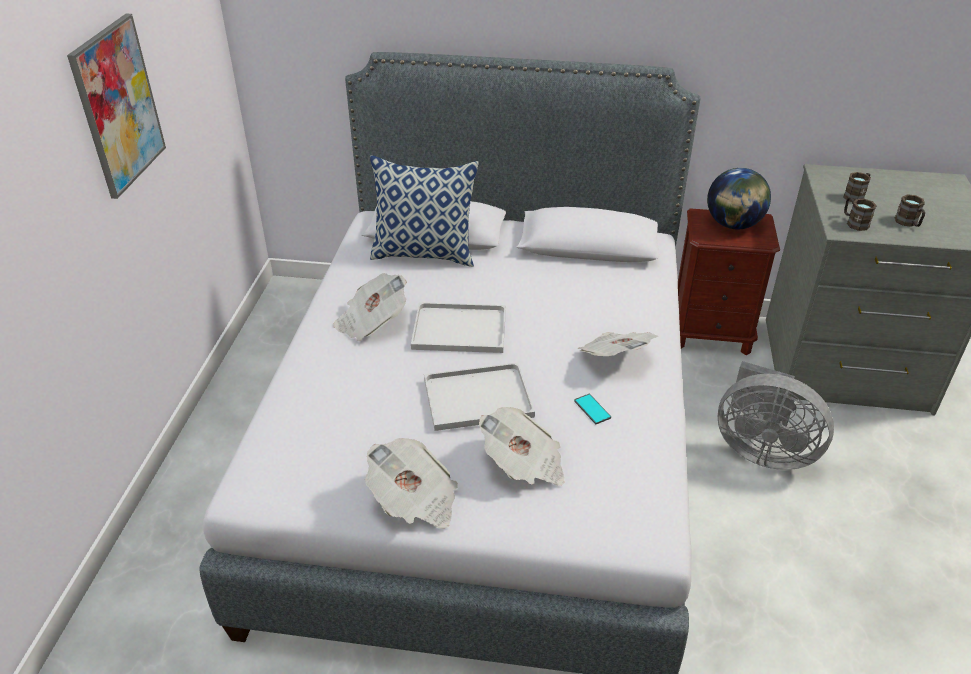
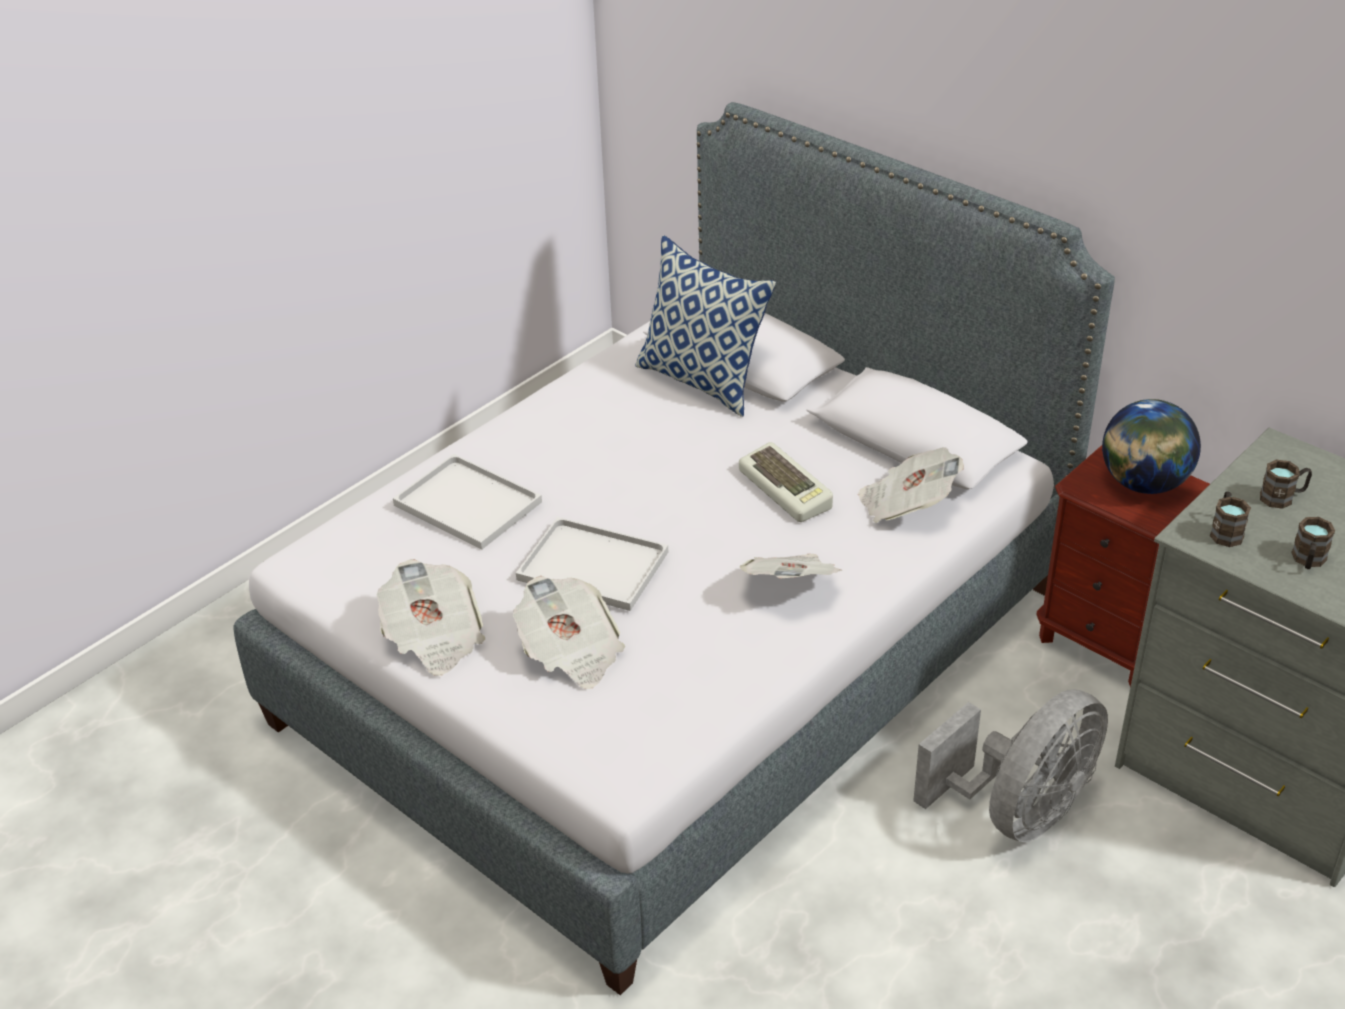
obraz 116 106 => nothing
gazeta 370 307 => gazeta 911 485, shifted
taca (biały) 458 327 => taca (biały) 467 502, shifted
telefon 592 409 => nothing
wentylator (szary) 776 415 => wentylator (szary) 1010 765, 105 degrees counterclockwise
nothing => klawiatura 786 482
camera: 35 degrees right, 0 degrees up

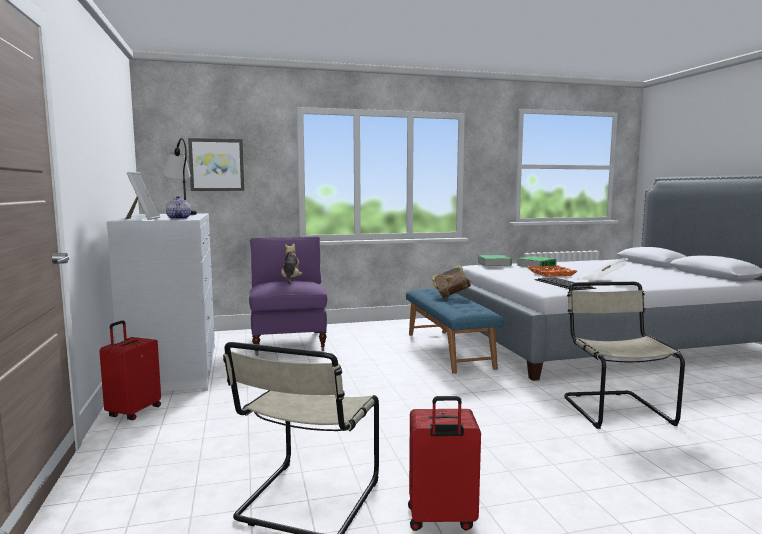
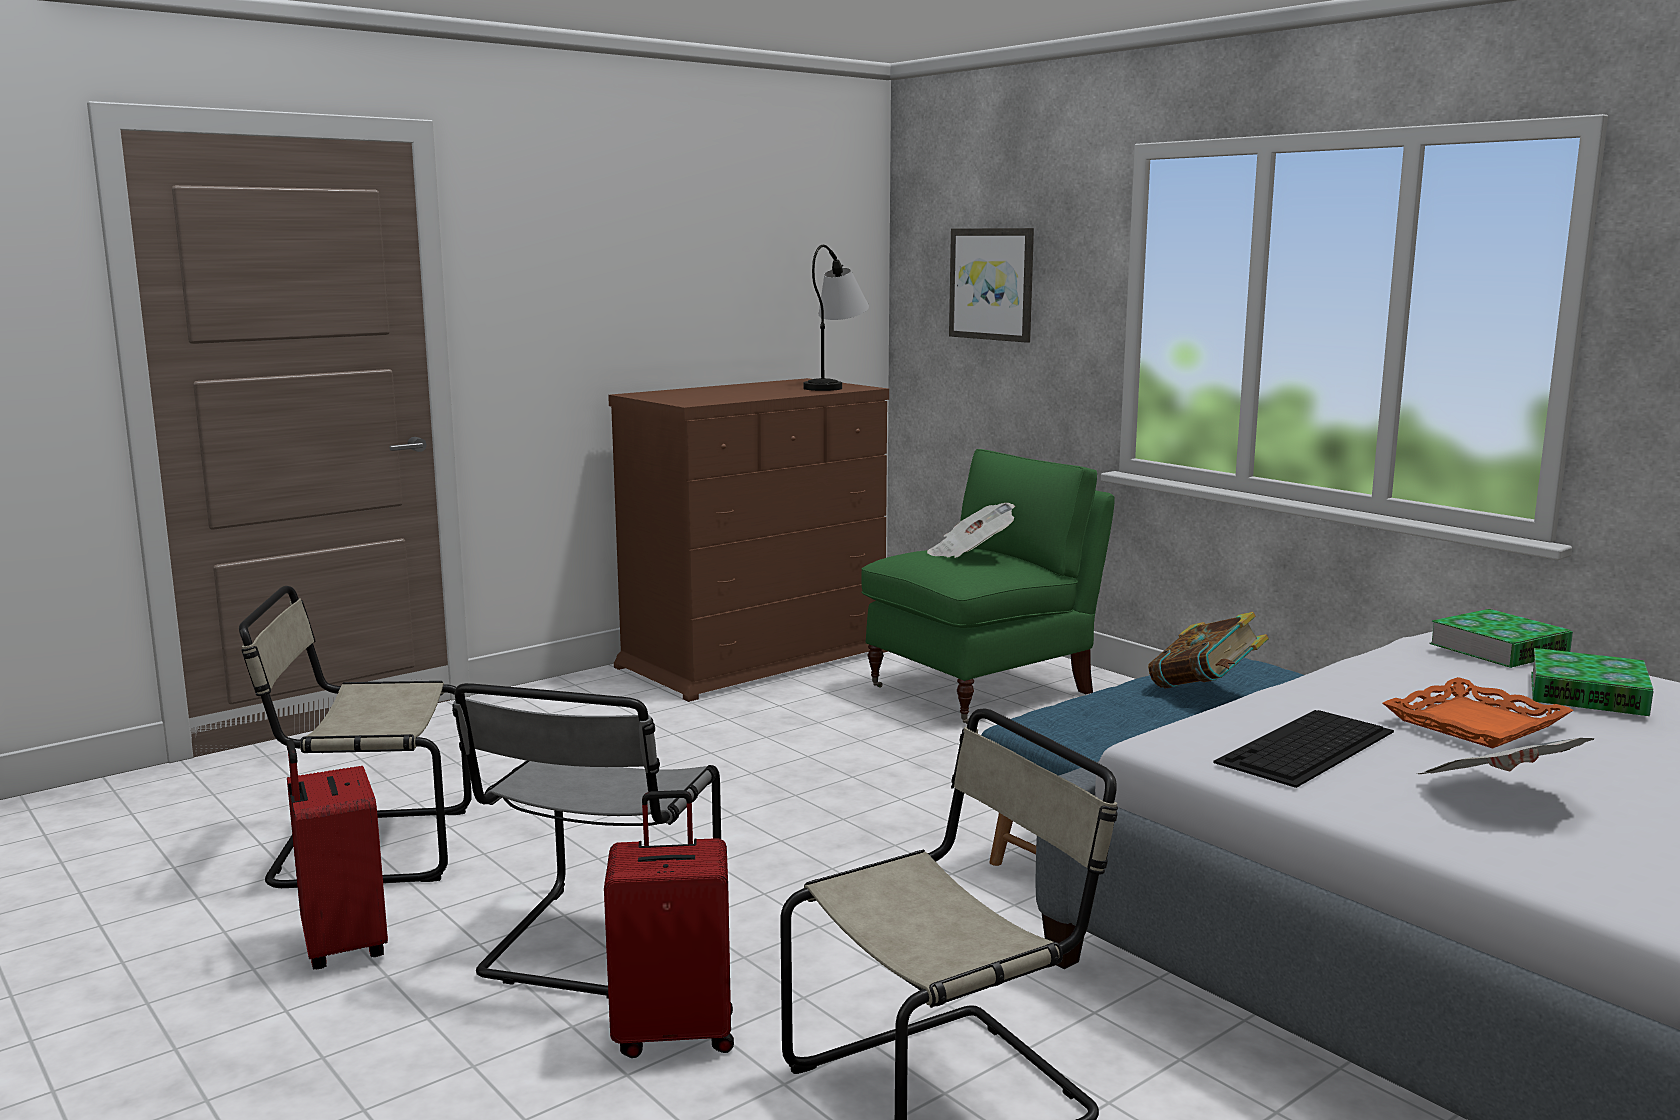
walizka (czerwony) 130 370 => walizka (czerwony) 669 924, shifted
komoda (biały) 161 302 => komoda (brązowy) 748 540
ramka na zdjęcie 142 196 => nothing
imbryk 178 207 => nothing
fotel (fioletowy) 288 296 => fotel (zielony) 988 586
pluszak 292 264 => gazeta 971 530
nothing => krzesło (szary) 586 841
camera: 65 degrees right, 5 degrees up

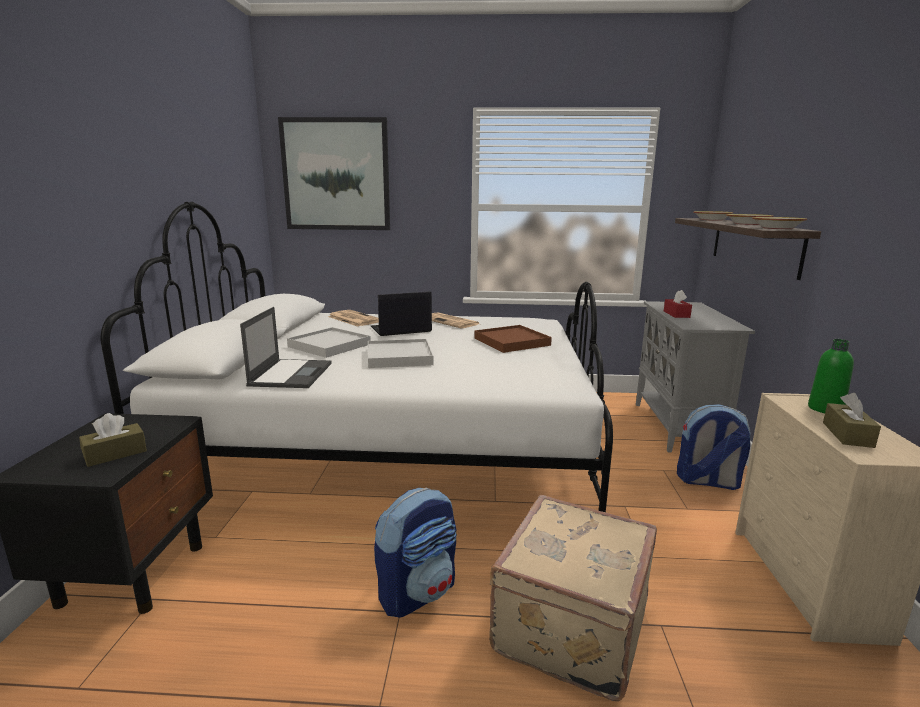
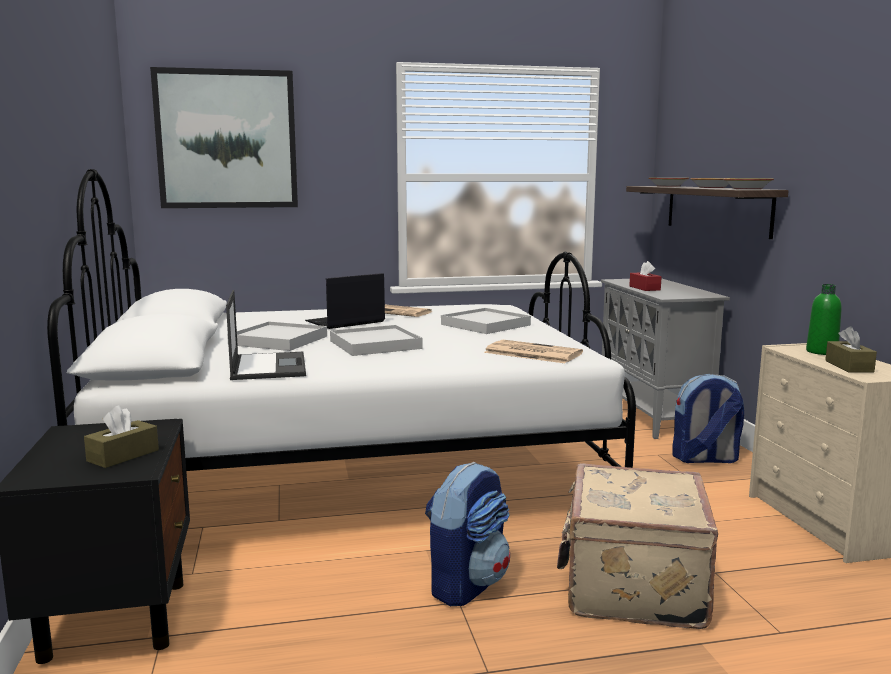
gazeta 353 318 => gazeta 533 351, shifted
taca (brązowy) 513 339 => taca (biały) 486 321
camera: 15 degrees left, 5 degrees down

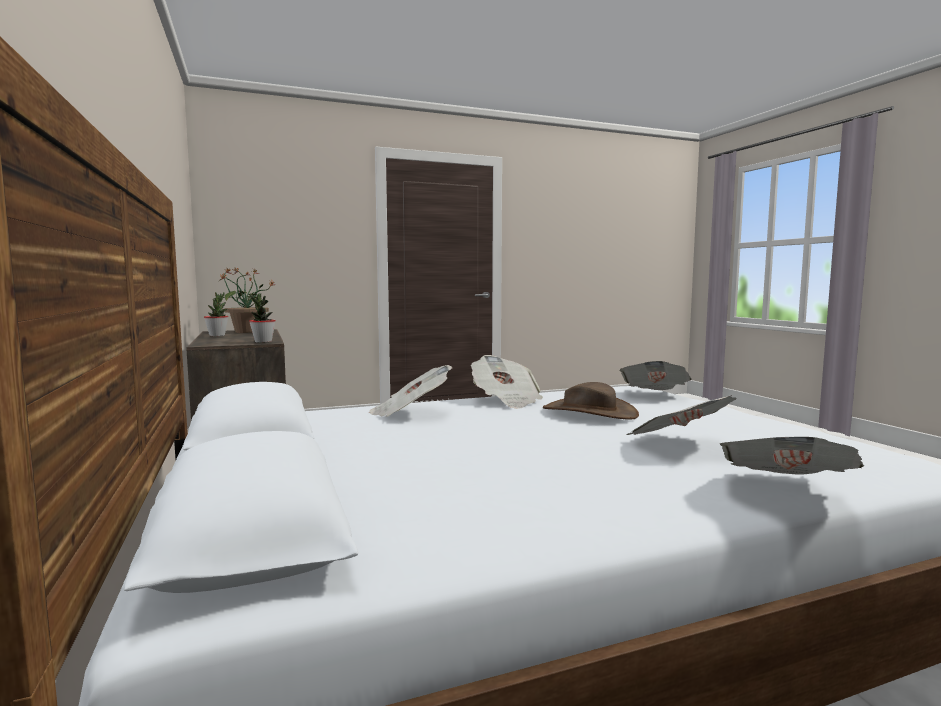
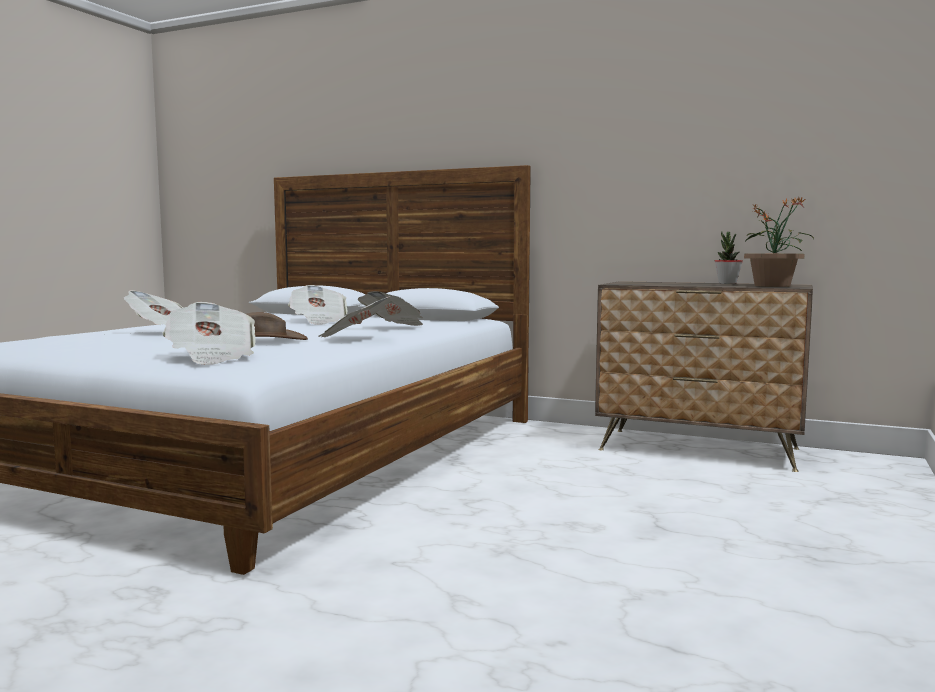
roślina doniczkowa 262 318 => nothing
gazeta 792 456 => gazeta 317 305, shifted
camera: 135 degrees right, 0 degrees up

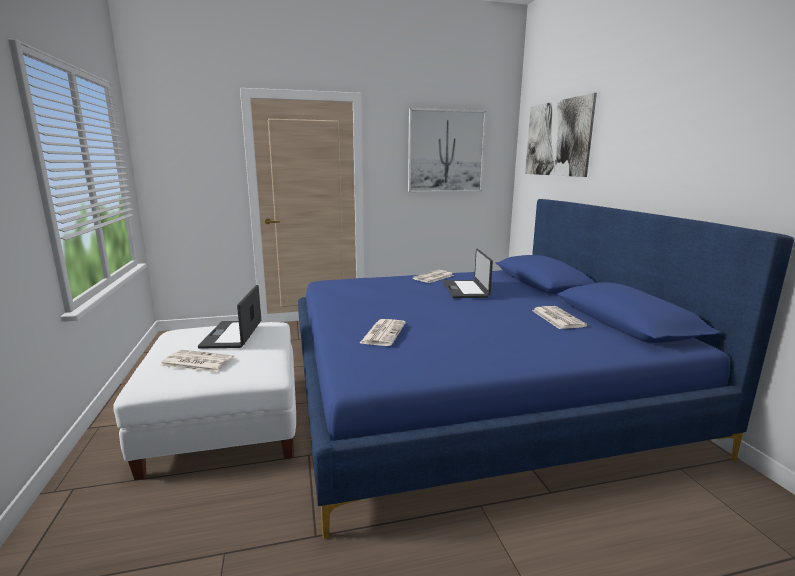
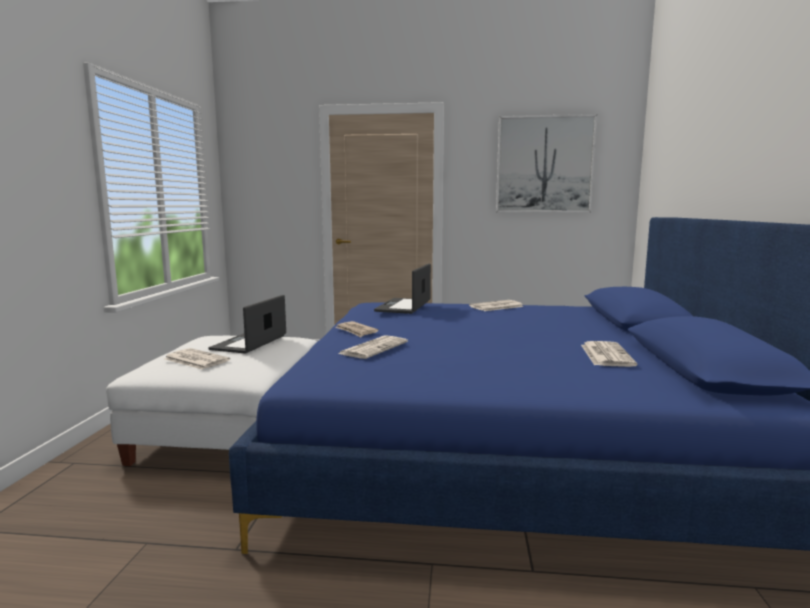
laptop 468 273 => laptop 402 289, shifted
obraz 561 135 => nothing
nothing => gazeta 357 329
camera: 20 degrees right, 5 degrees down

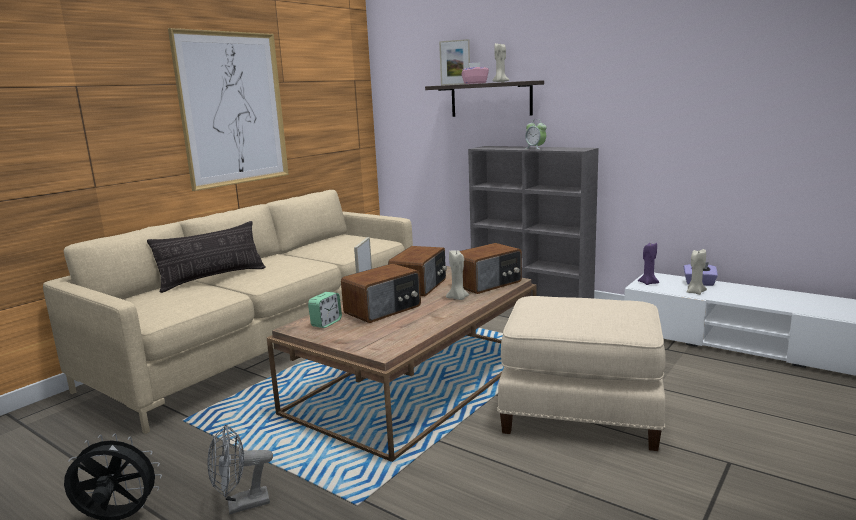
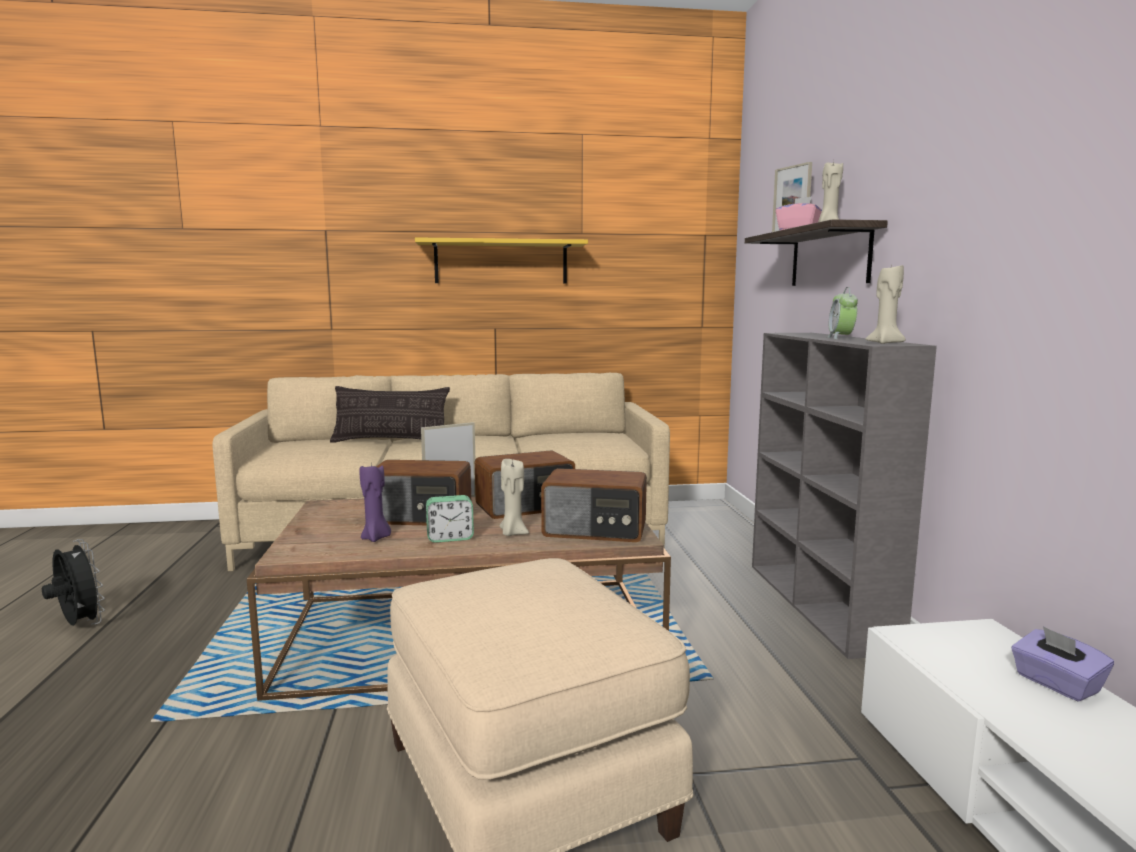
obraz 228 109 => półka (żółty) 501 260
wentylator (szary) 240 469 => nothing
budzik 325 310 => budzik 450 519, shifted
świeca (fioletowy) 648 263 => świeca (fioletowy) 375 502, shifted
świeca (beżowy) 696 272 => świeca (beżowy) 886 304, shifted
camera: 45 degrees right, 5 degrees down

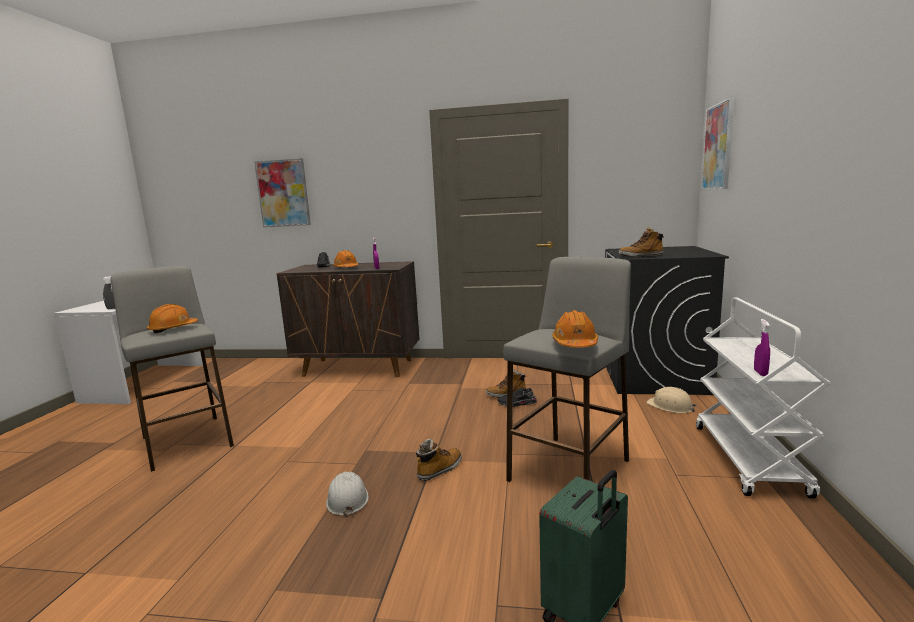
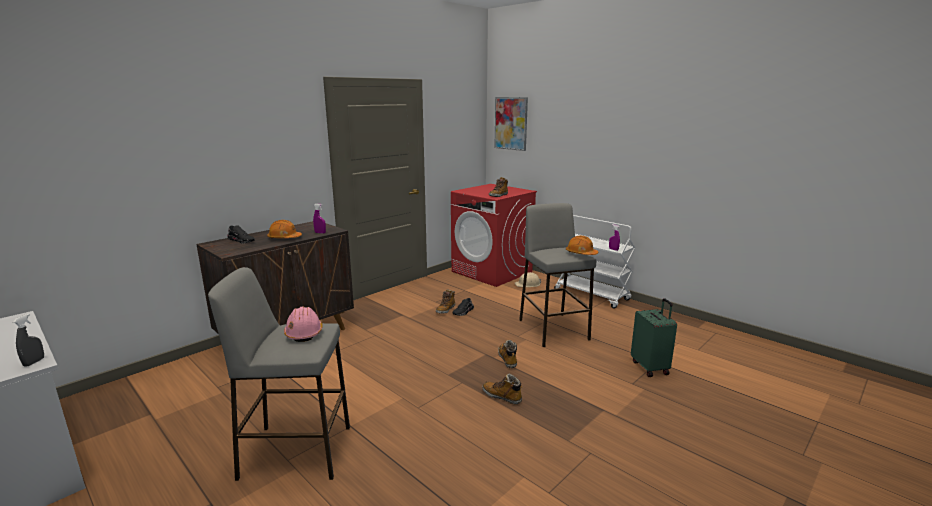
kask (pomarańczowy) 172 319 => kask (różowy) 303 324
obraz 282 192 => nothing
kask (biały) 347 494 => but z cholewką 502 389
pralka (czarny) 667 320 => pralka (czerwony) 494 235
camera: 55 degrees left, 5 degrees up

